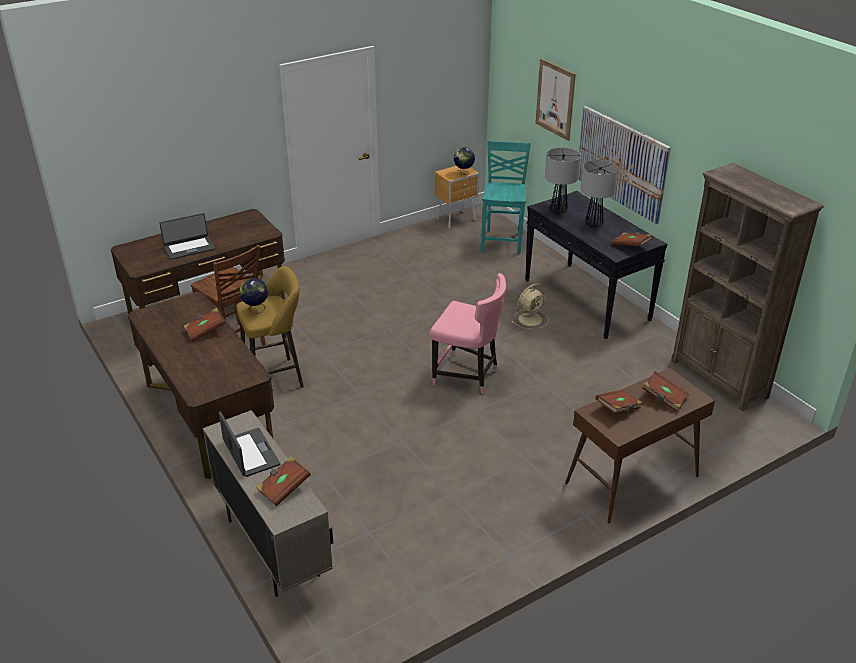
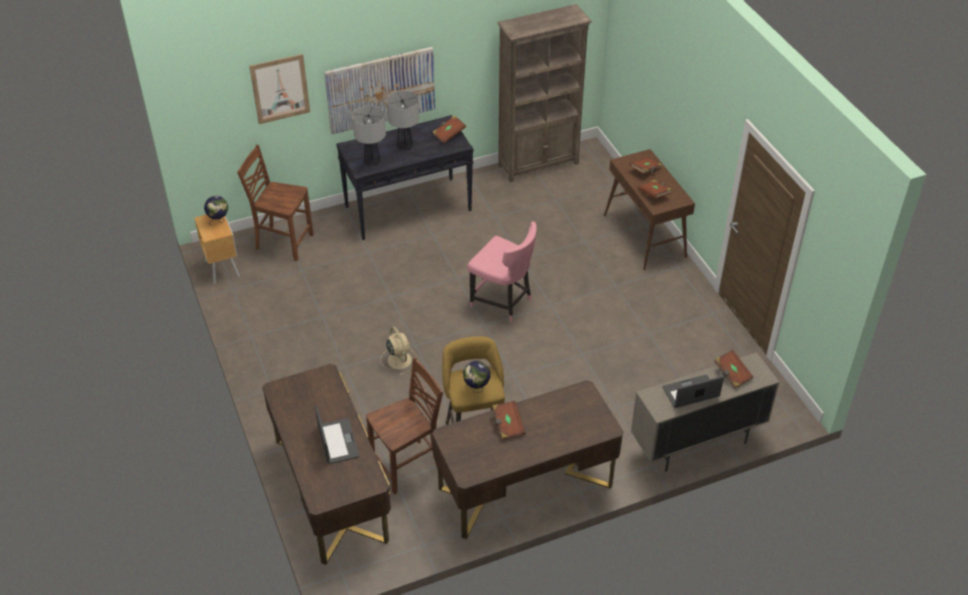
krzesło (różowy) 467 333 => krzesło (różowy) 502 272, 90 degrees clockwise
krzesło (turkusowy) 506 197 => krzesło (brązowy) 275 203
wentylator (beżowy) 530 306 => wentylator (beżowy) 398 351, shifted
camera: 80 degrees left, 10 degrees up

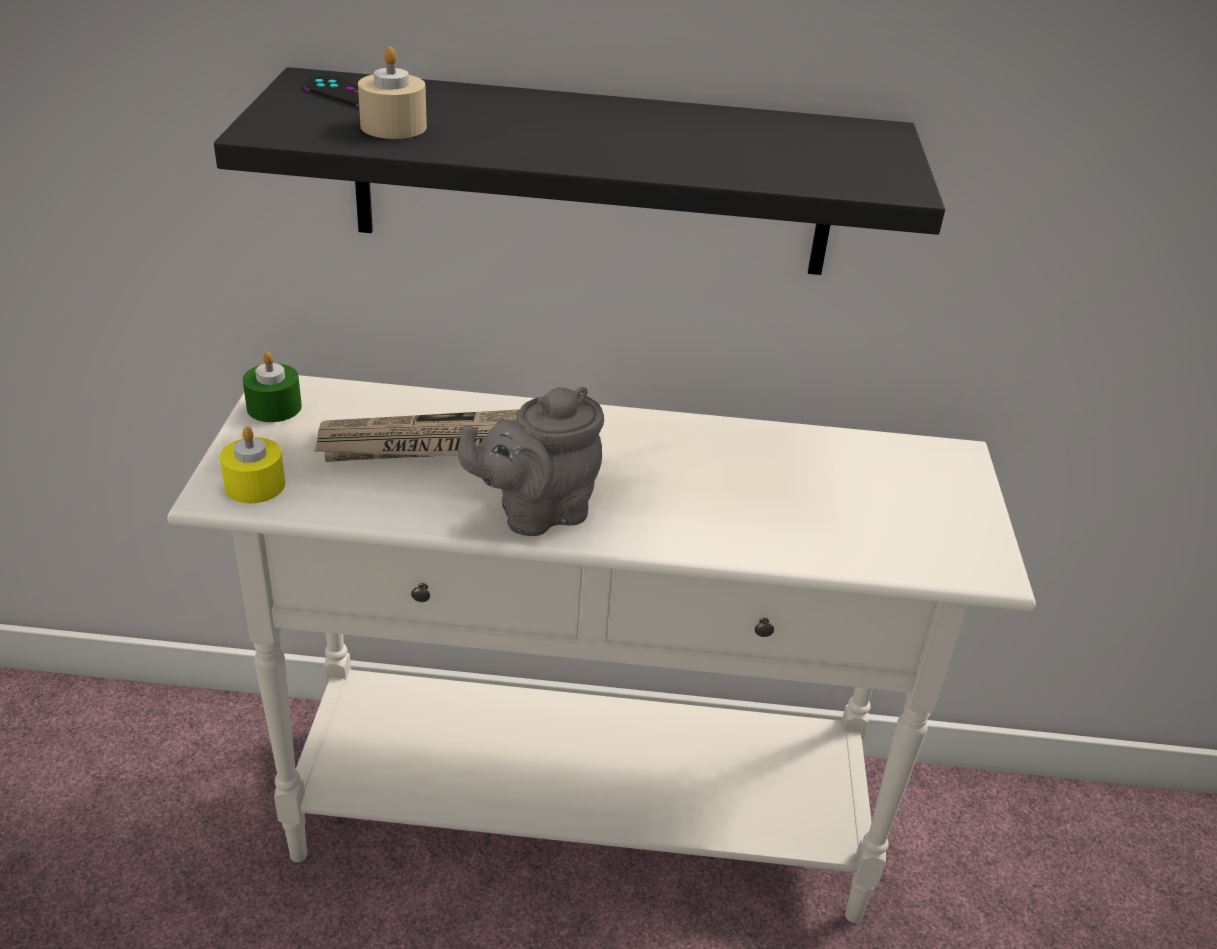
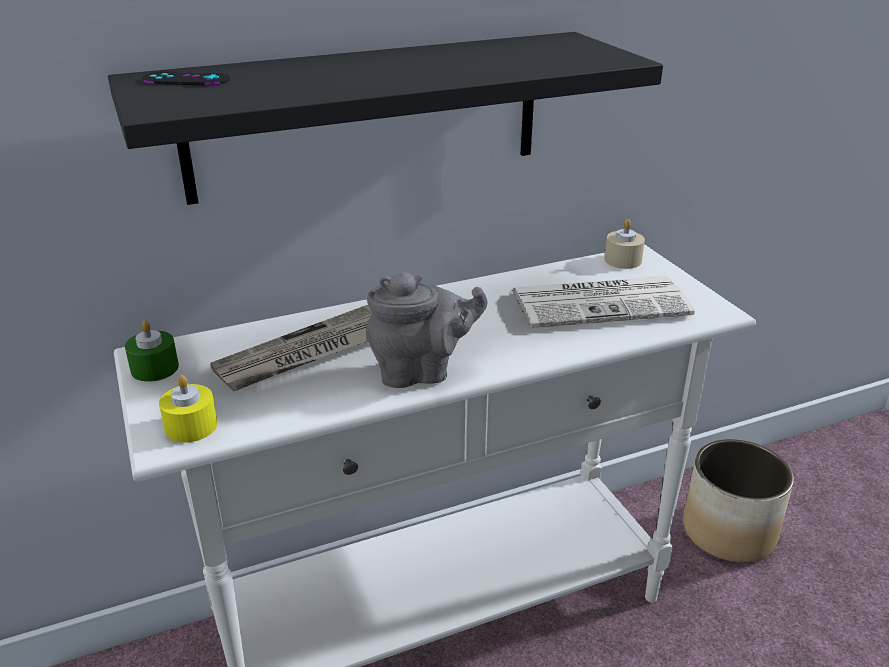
świeca (beżowy) 392 93 => świeca (beżowy) 625 244, shifted
imbryk (szary) 531 461 => imbryk (szary) 426 330, 135 degrees counterclockwise
nothing => gazeta 603 302
nothing => donica 738 500
camera: 25 degrees left, 5 degrees down

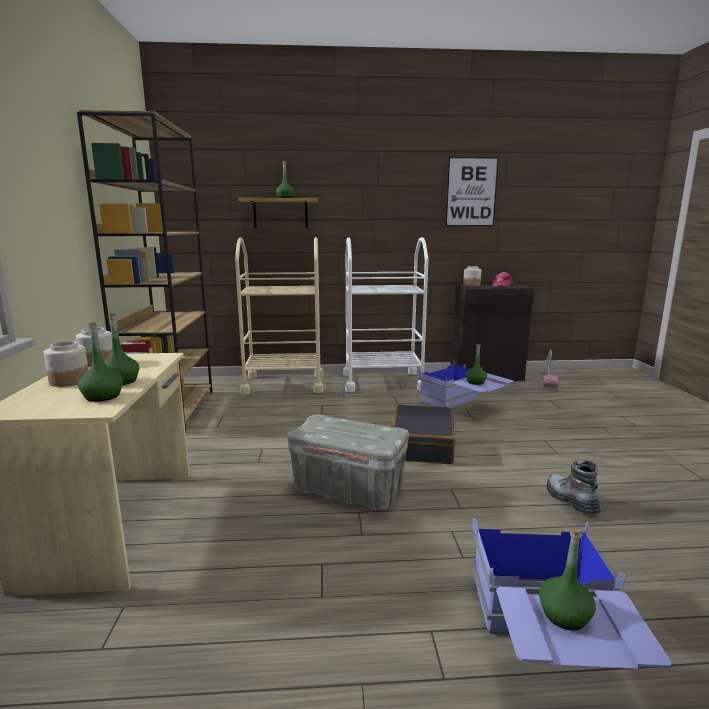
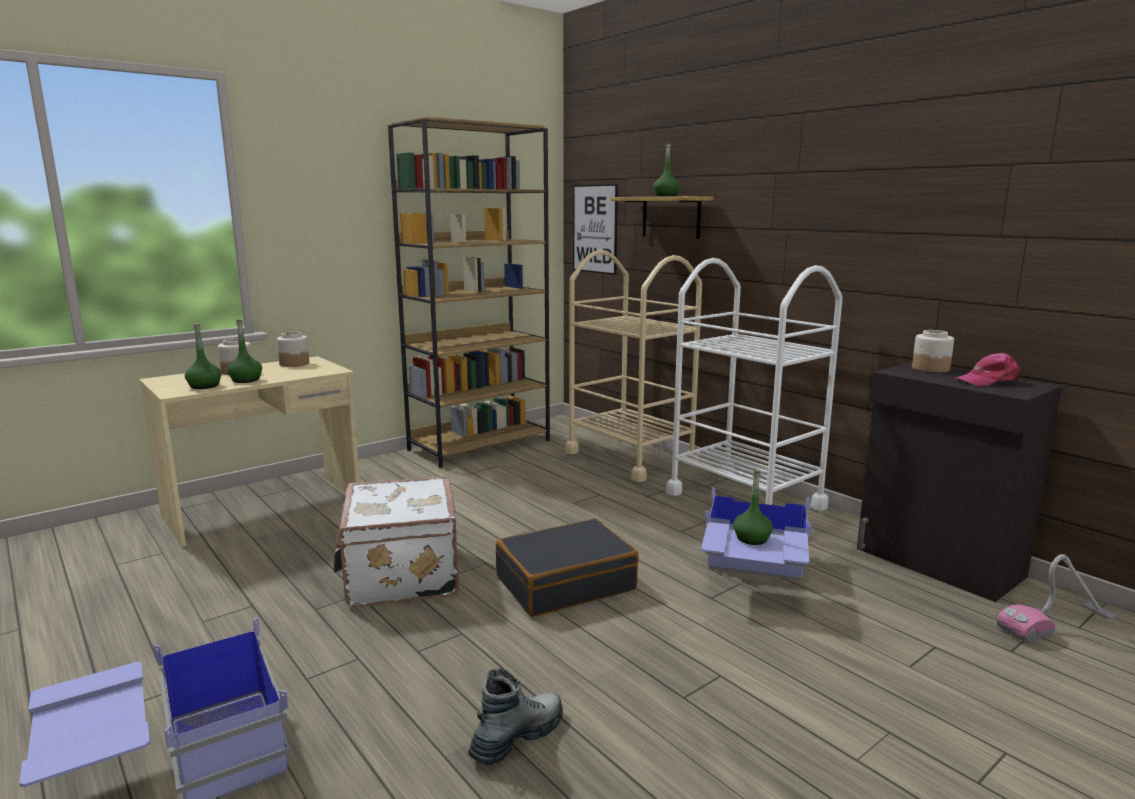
pojemnik do przechowywania (szary) 348 462 => walizka (biały) 396 541
obraz 472 191 => obraz 595 229, shifted
butelka (zielony) 567 579 => nothing
camera: 55 degrees right, 0 degrees up

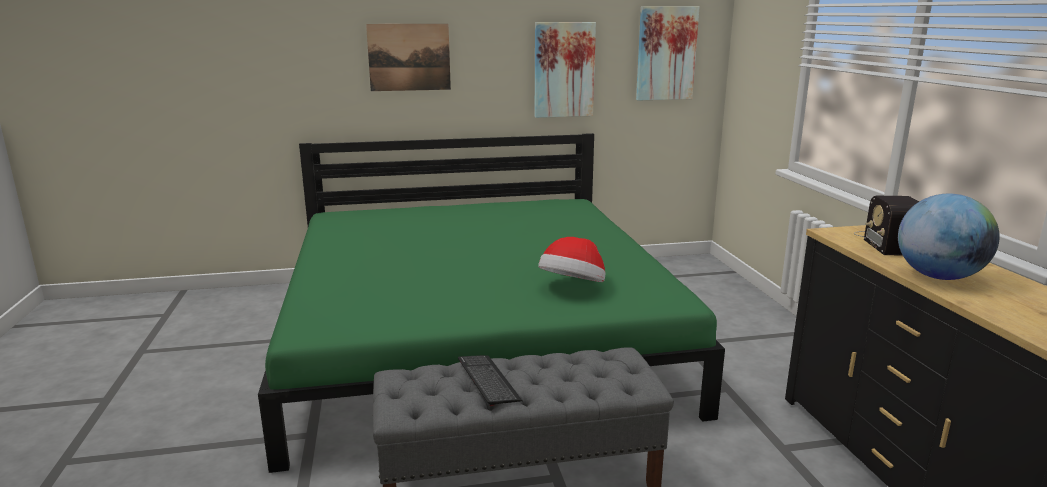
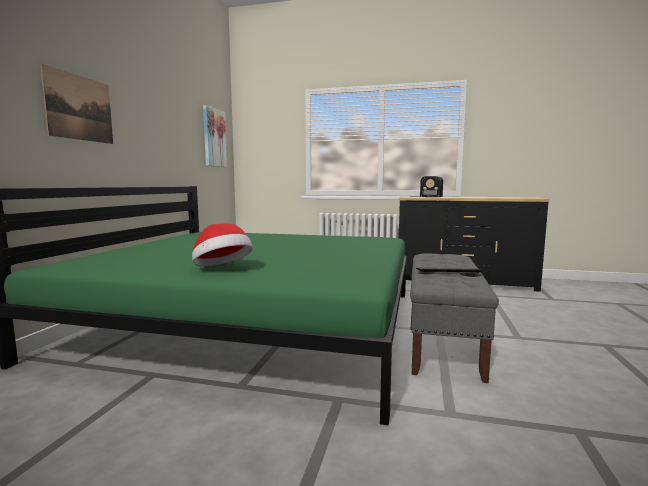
obraz 565 70 => nothing
kapelusz 572 259 => kapelusz 222 244, shifted
globus 949 237 => nothing
camera: 65 degrees left, 10 degrees down

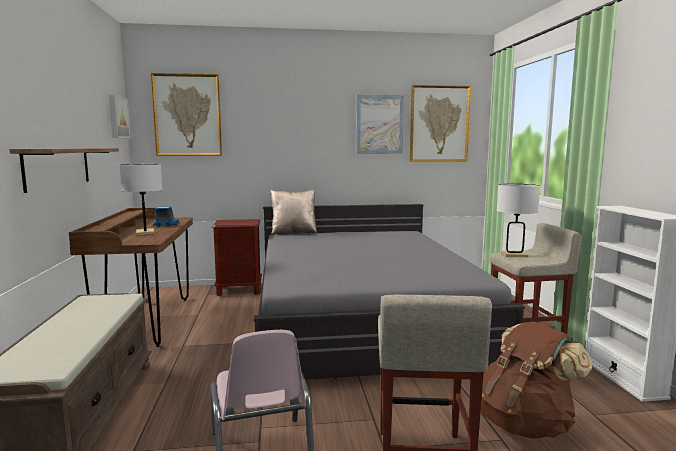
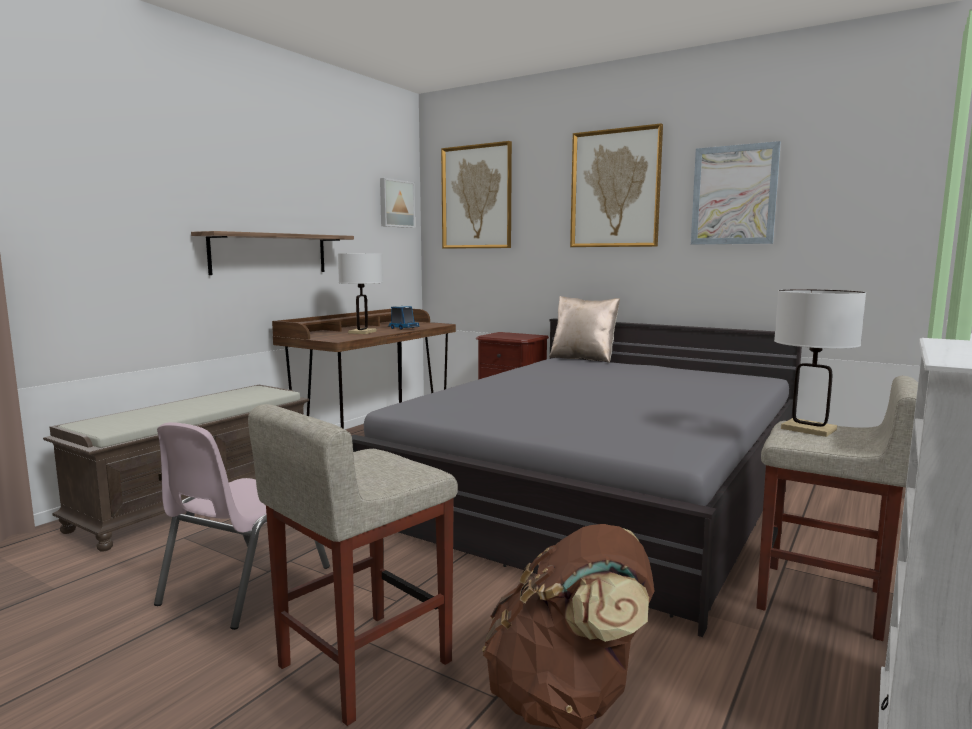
obraz 440 123 => obraz 616 185, shifted
camera: 40 degrees right, 0 degrees up

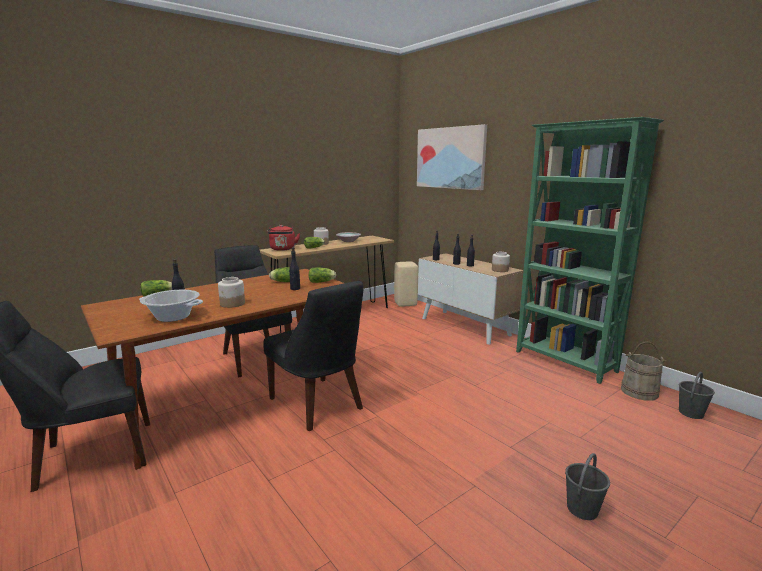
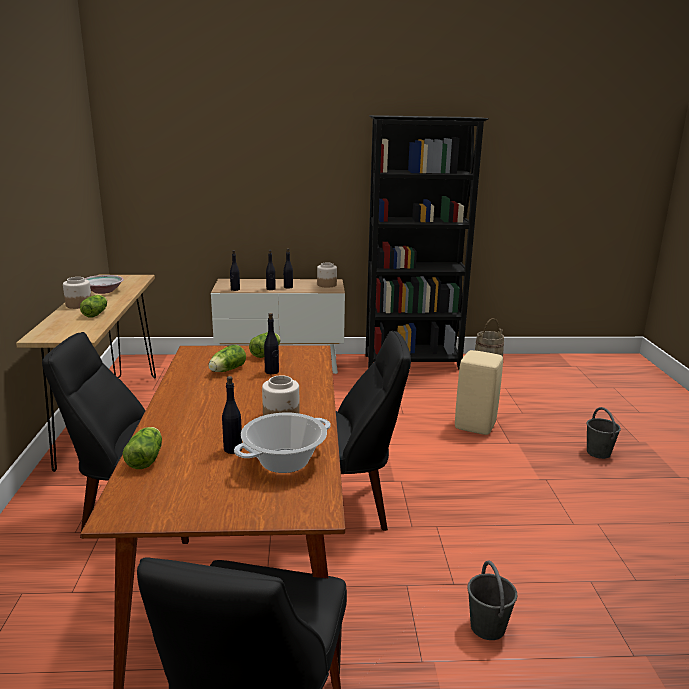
czajnik (czerwony) 283 238 => nothing
stołek (beżowy) 406 284 => stołek (beżowy) 479 392, shifted
obraz 452 157 => nothing
regał (zielony) 590 250 => regał (czarny) 427 242
wiadro (szary) 697 395 => wiadro (szary) 493 600, shifted
camera: 55 degrees left, 5 degrees up

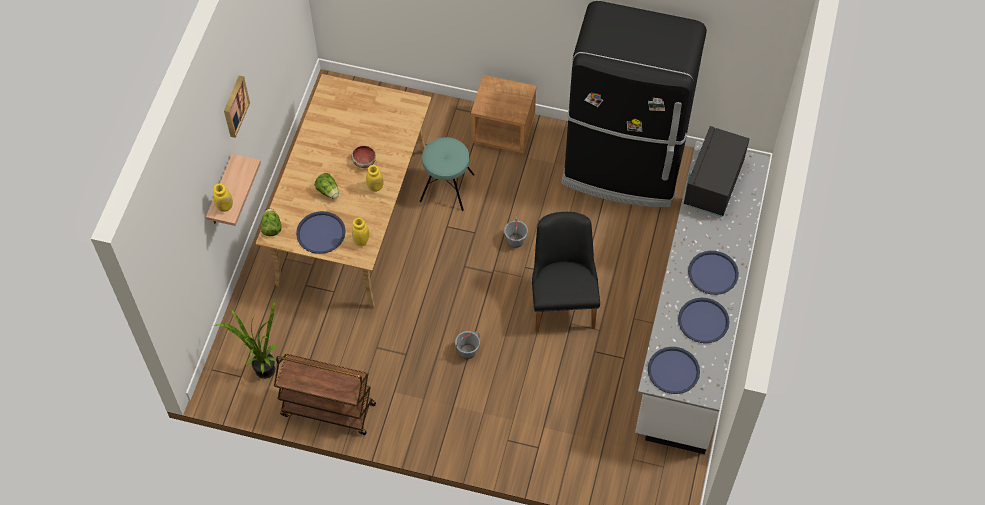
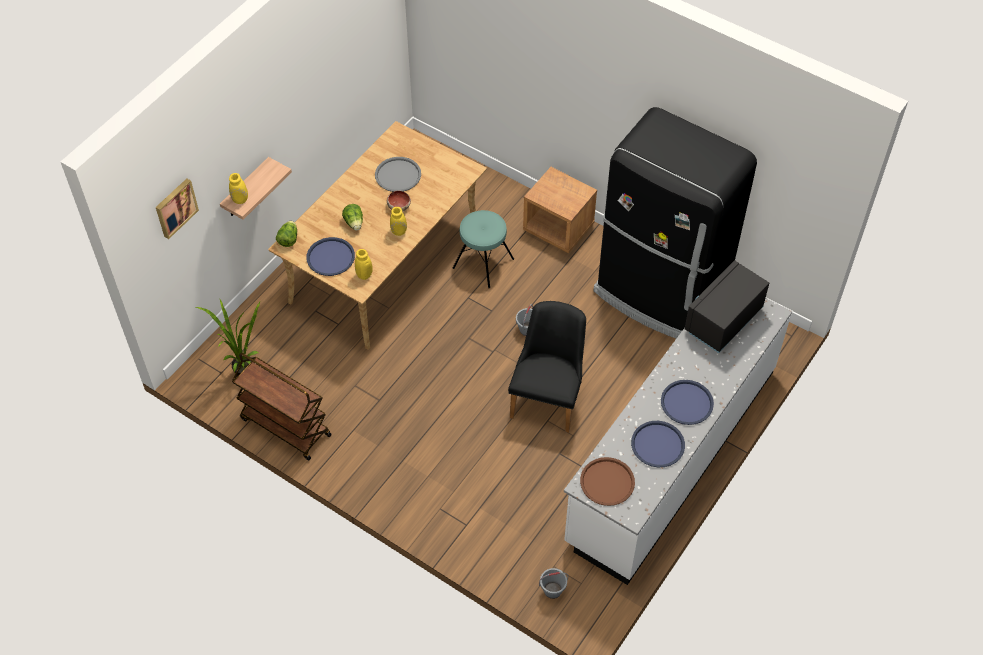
obraz 237 107 => obraz 177 209, shifted
wiadro (szary) 467 345 => wiadro (szary) 553 583, shifted
taca (niebieski) 674 370 => taca (brązowy) 607 481
nothing => taca (szary) 398 174
camera: 20 degrees right, 5 degrees down

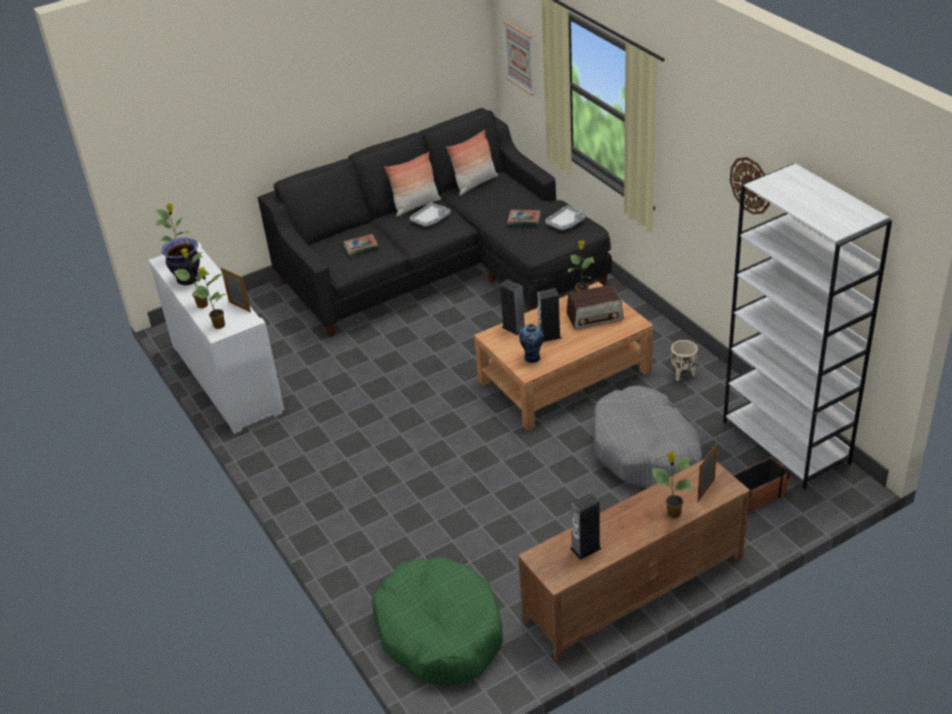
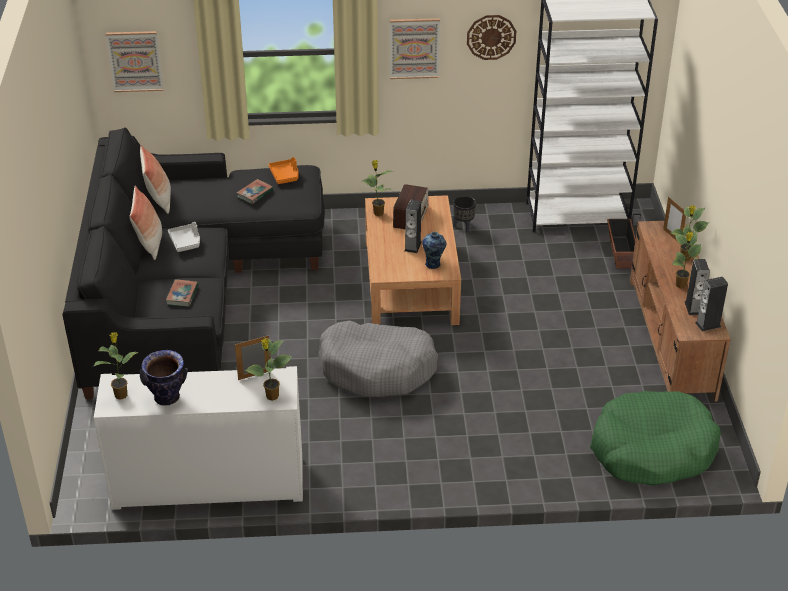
roślina doniczkowa 191 278 => roślina doniczkowa 686 259, shifted
głośnik 512 307 => głośnik 711 304, shifted
taca (szary) 566 217 => taca (pomarańczowy) 284 170
legowisko (szary) 647 437 => legowisko (szary) 378 358, shifted
donica (beżowy) 684 360 => donica (czarny) 464 214
nothing => obraz 415 48
camera: 65 degrees left, 0 degrees up

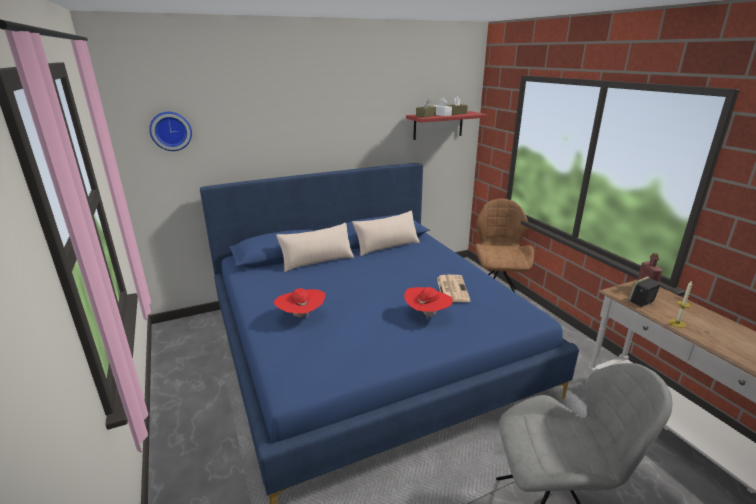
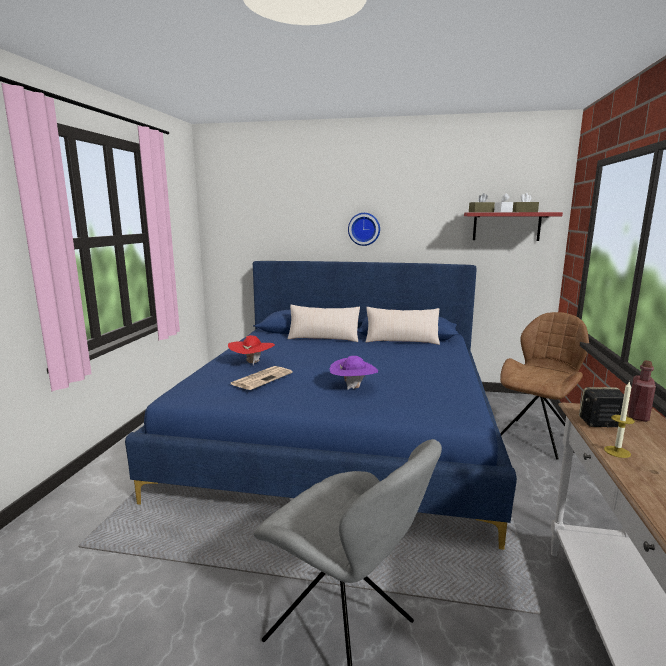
zegar ścienny 170 131 => zegar ścienny 364 229, shifted
kapelusz (czerwony) 428 303 => kapelusz (fioletowy) 354 373
gazeta 454 288 => gazeta 262 378, shifted
camera: 35 degrees right, 10 degrees down

